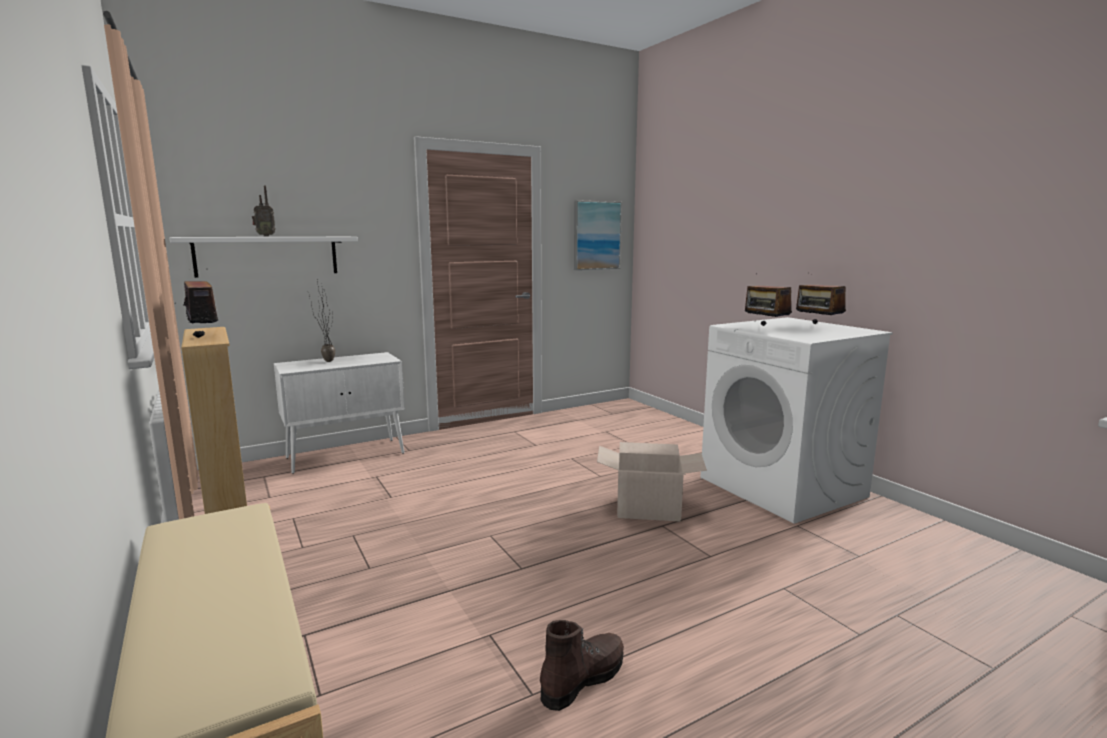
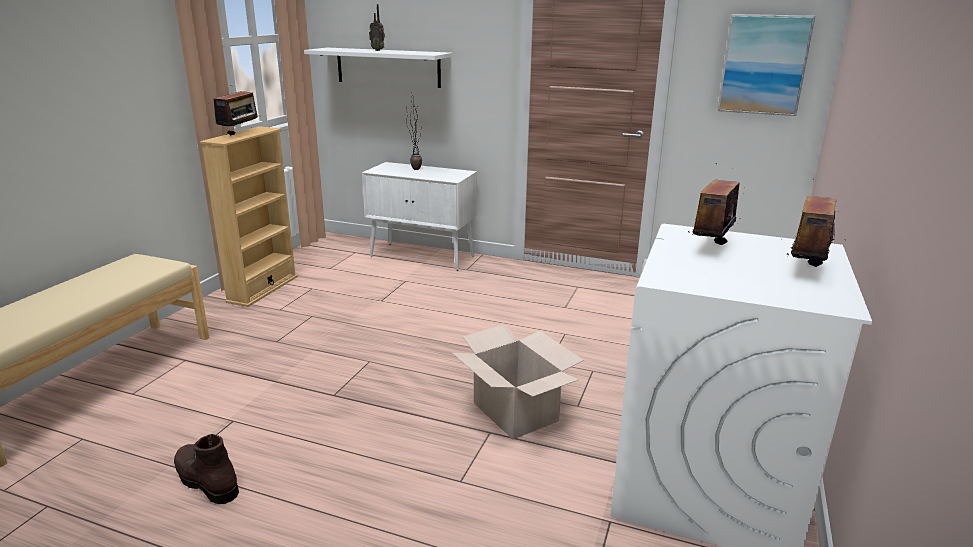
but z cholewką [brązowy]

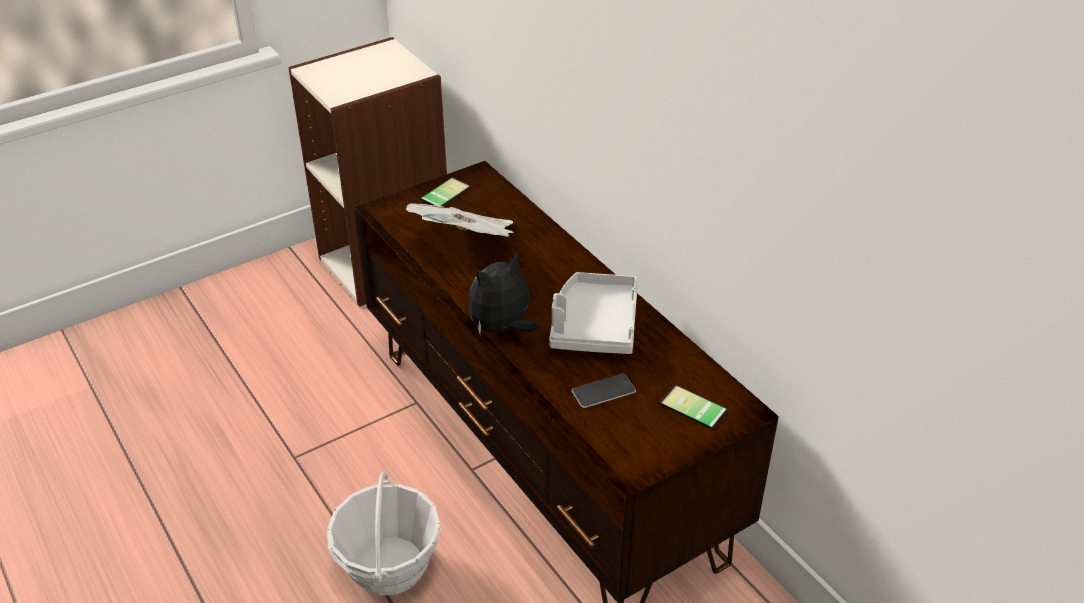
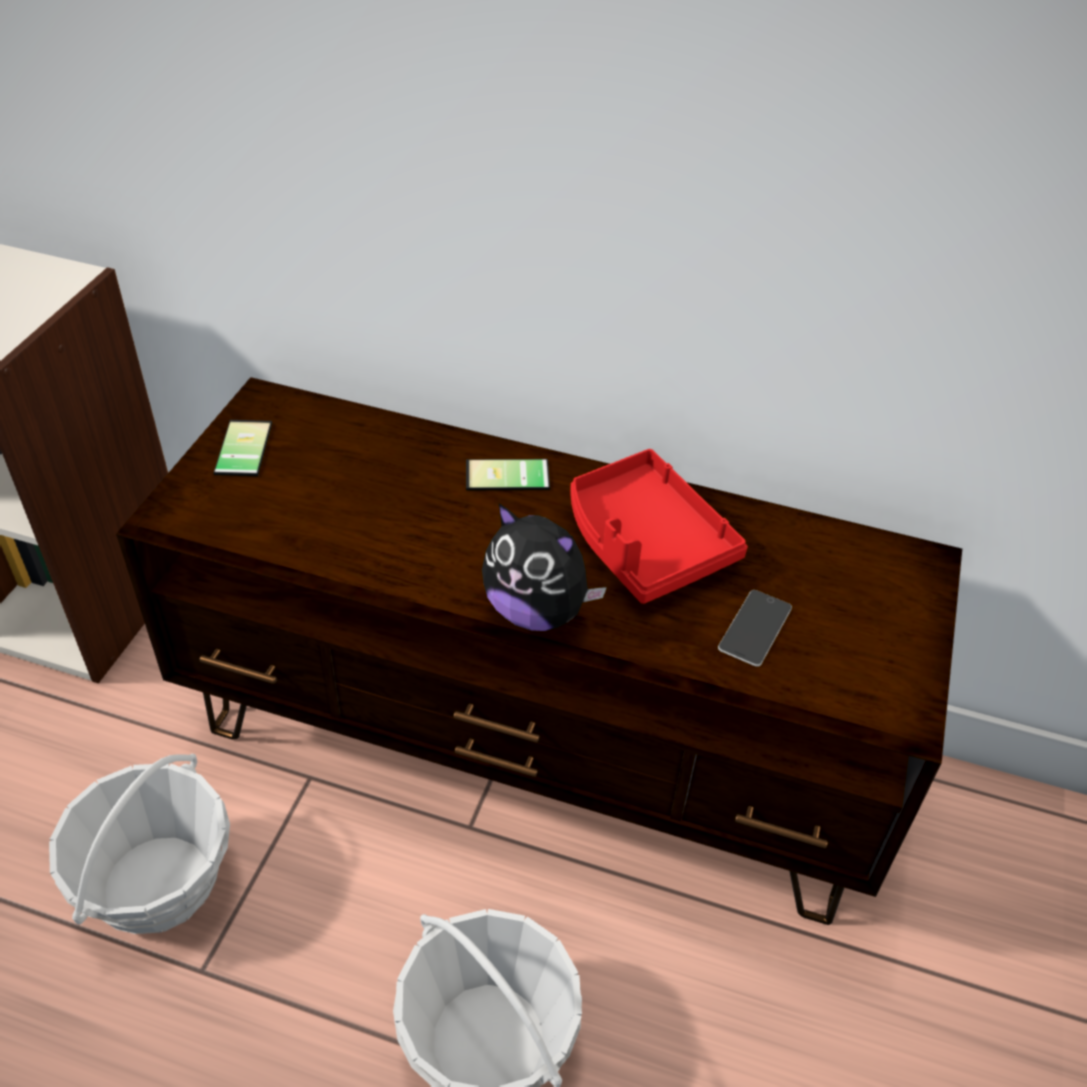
gazeta
pluszak
taca [czerwony]
telefon (no. 2 from left)
koszyk (no. 1 from left)

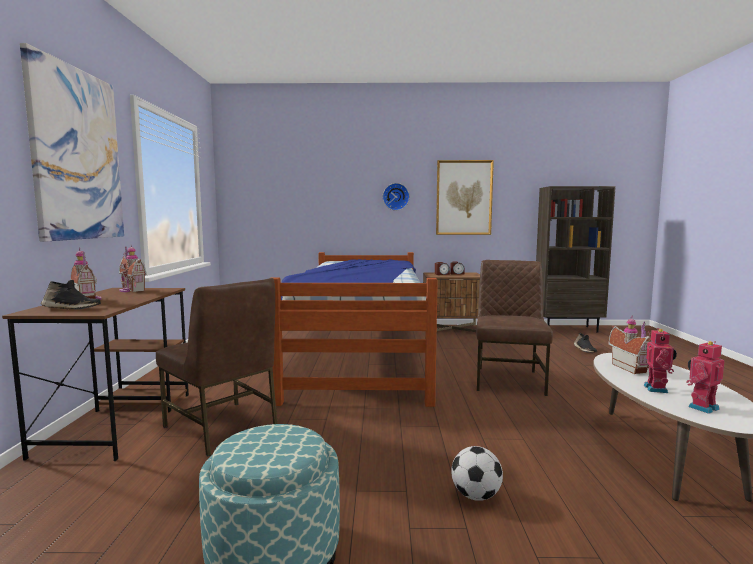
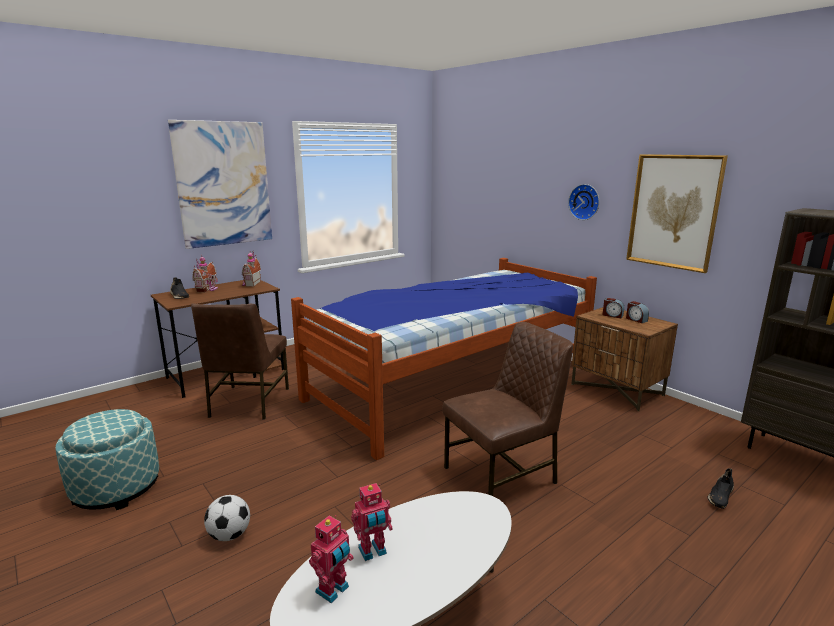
domek (no. 3 from left in the first image)
robot zabawkowy (no. 1 from left)

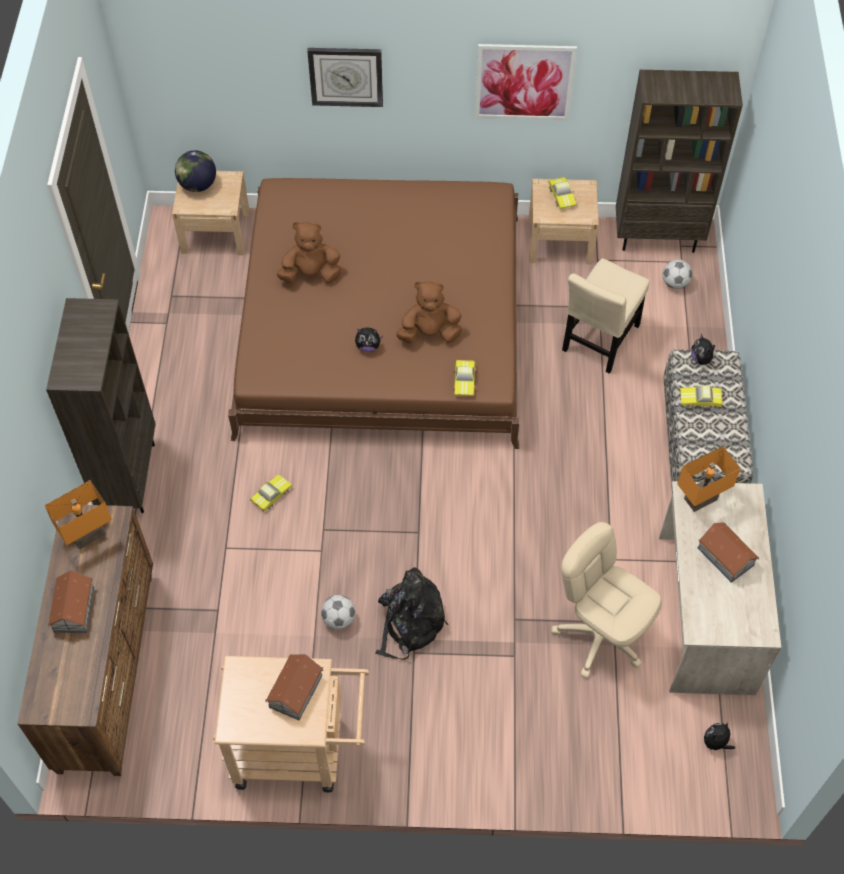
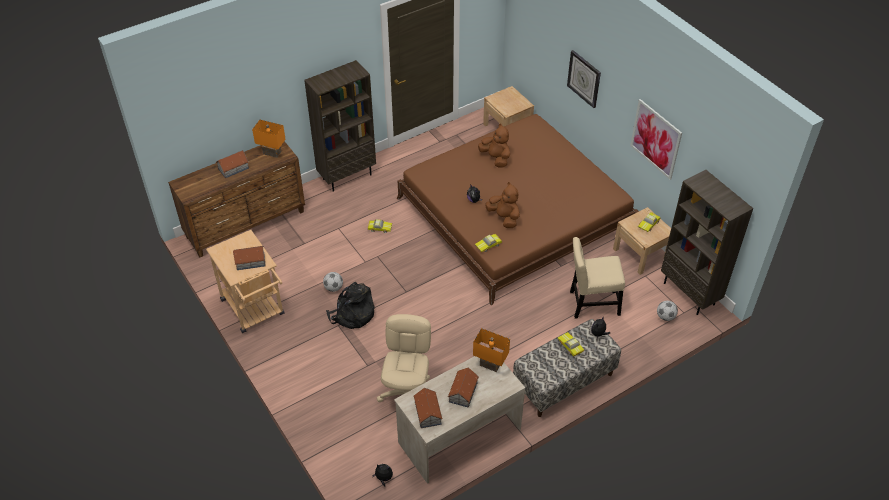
globus
domek (no. 3 from left)

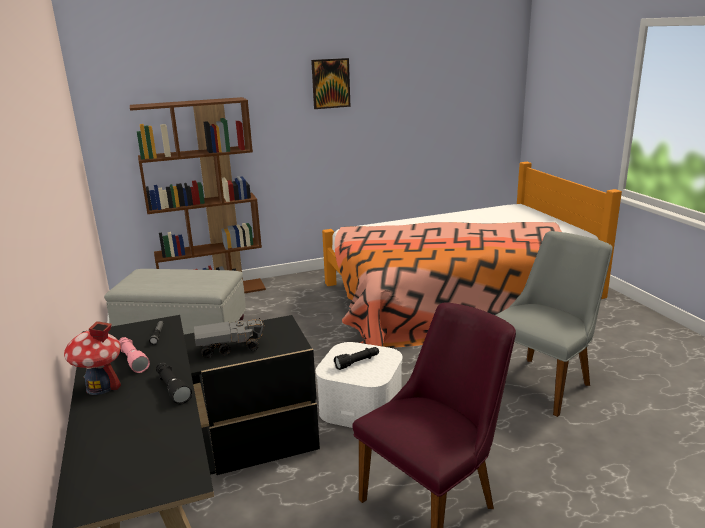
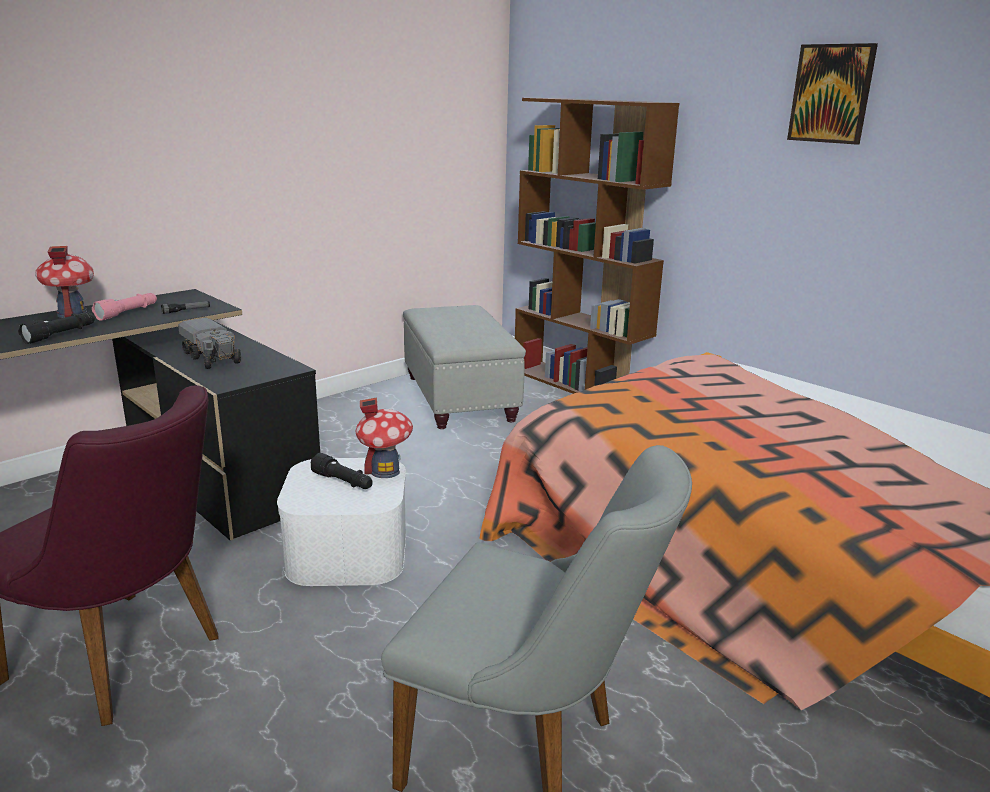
domek (no. 2 from left)

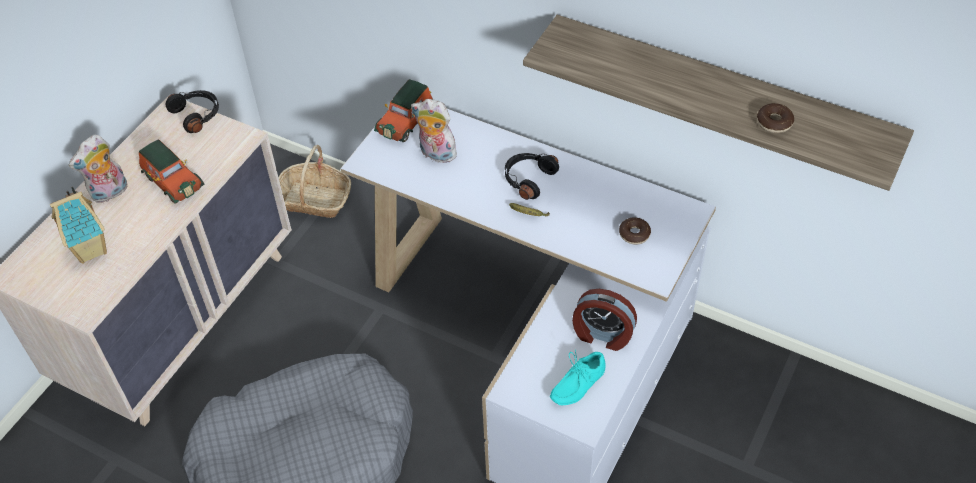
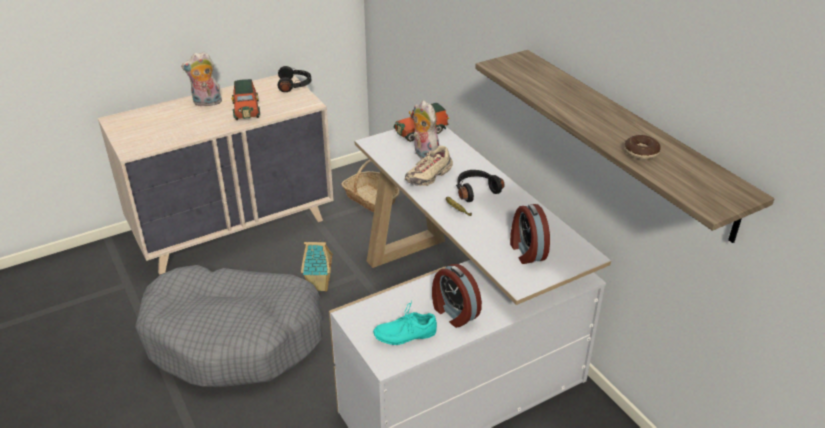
domek
budzik (no. 2 from left)
but [beżowy]

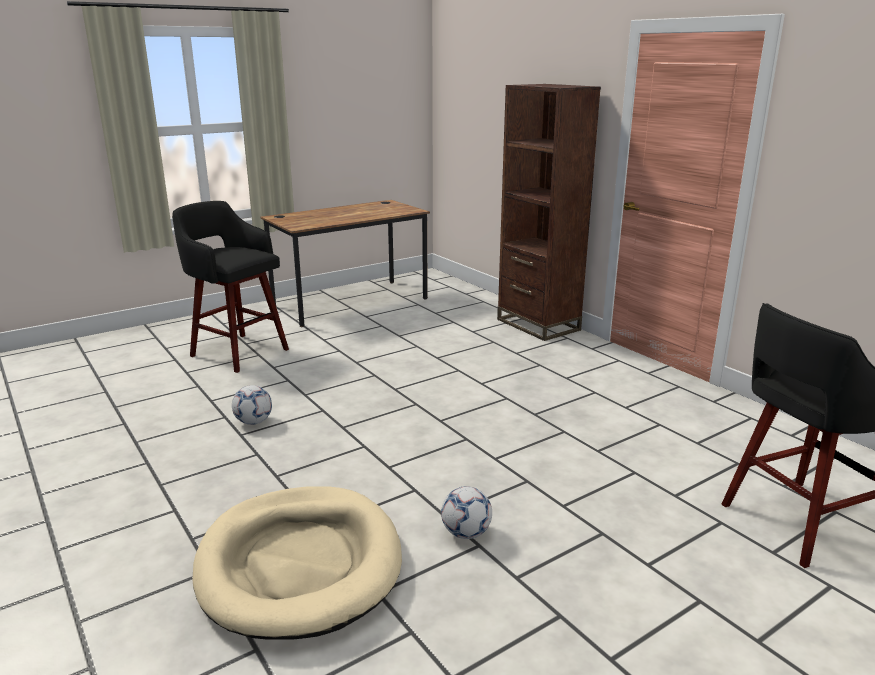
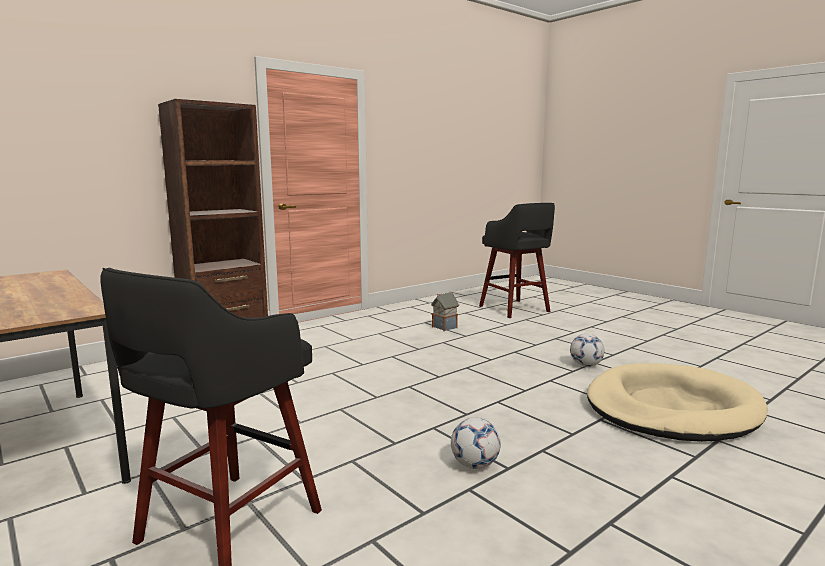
domek

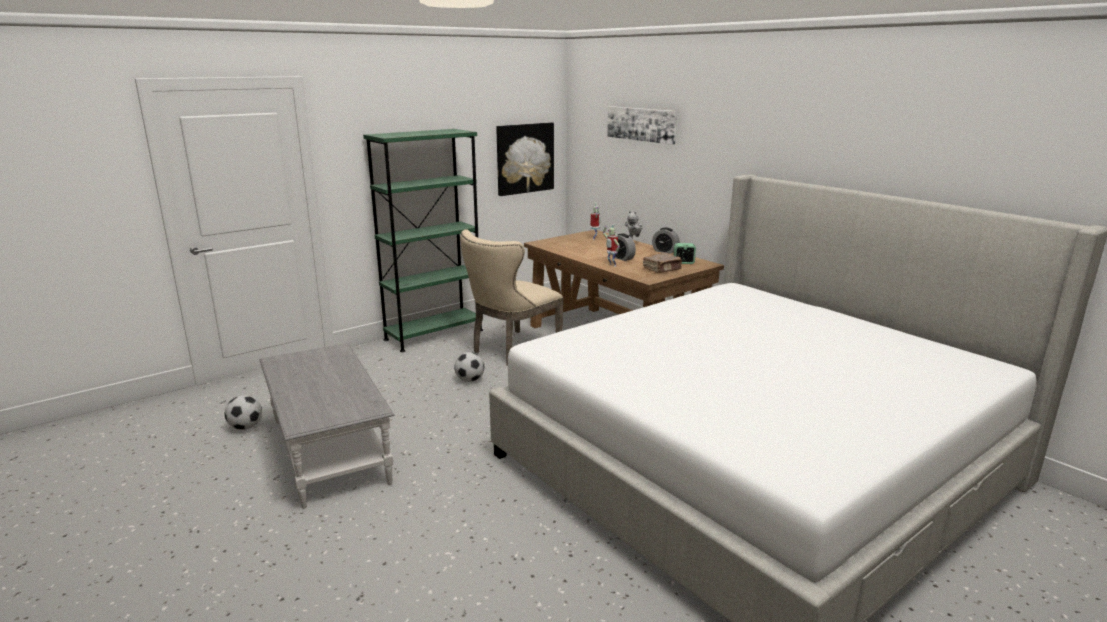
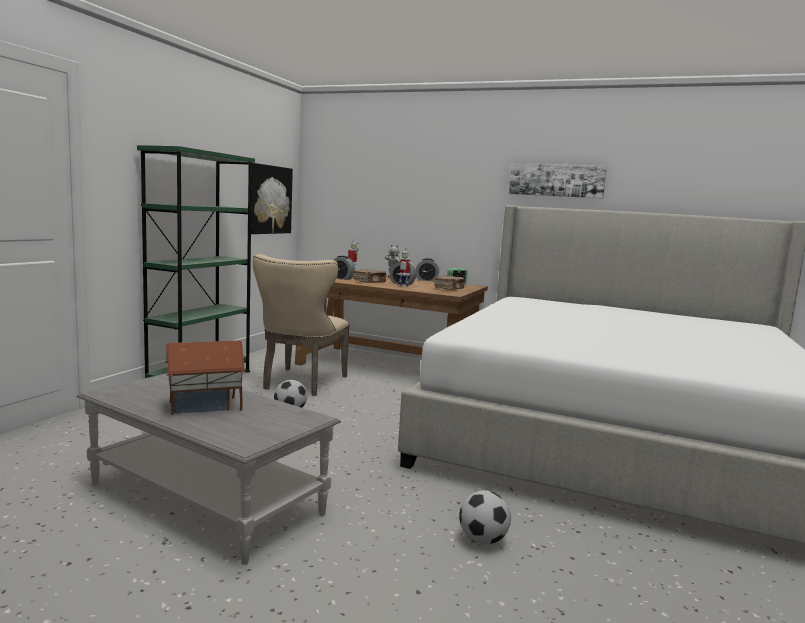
obraz (no. 2 from left)
piłka futbolowa (no. 2 from left)
budzik (no. 1 from left)
książka [brązowy] (no. 1 from left)
domek

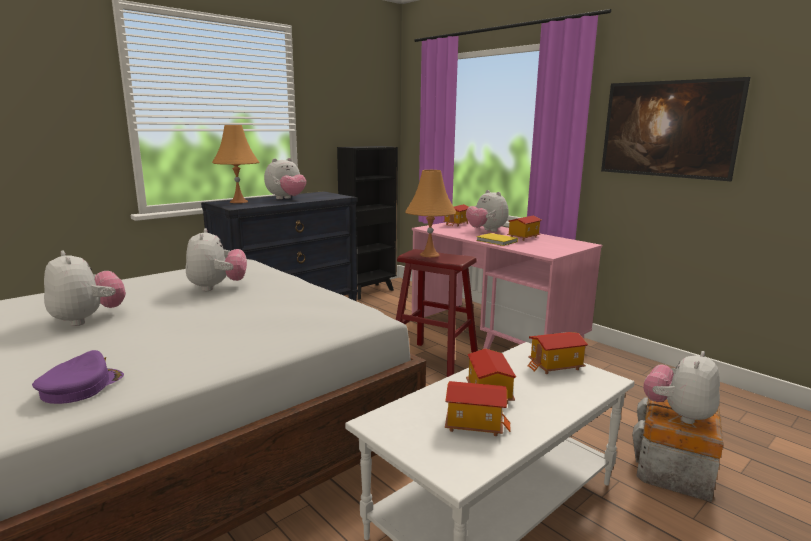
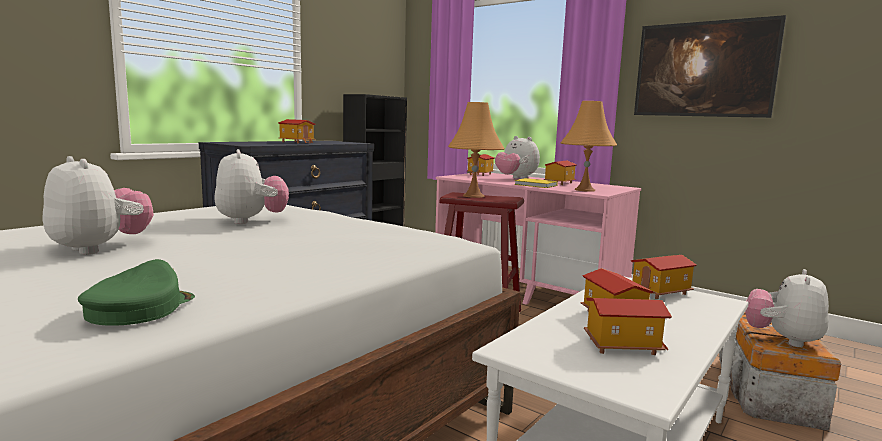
lampa stołowa [pomarańczowy] (no. 2 from left)
domek (no. 1 from left)
czapka z daszkiem [zielony]

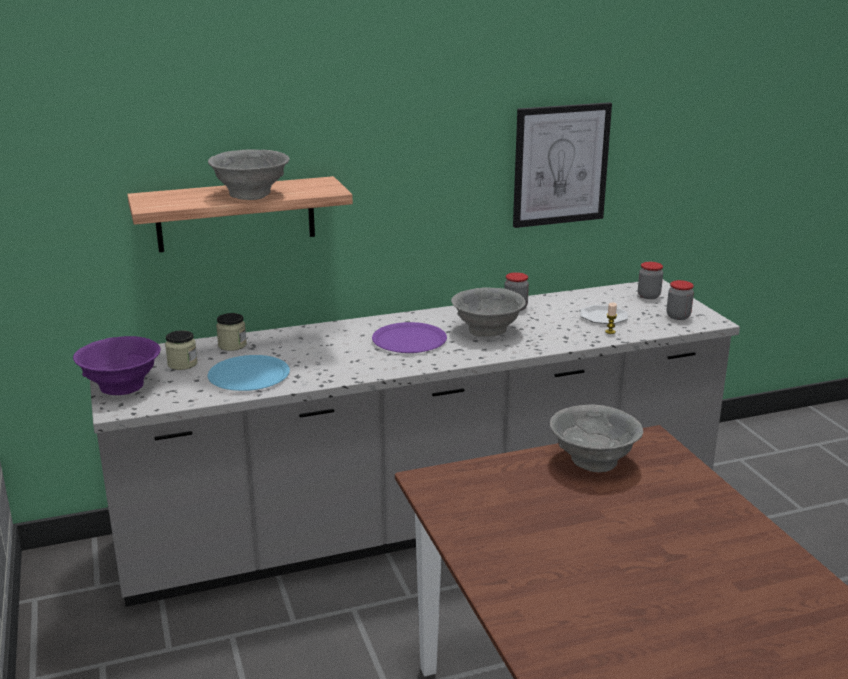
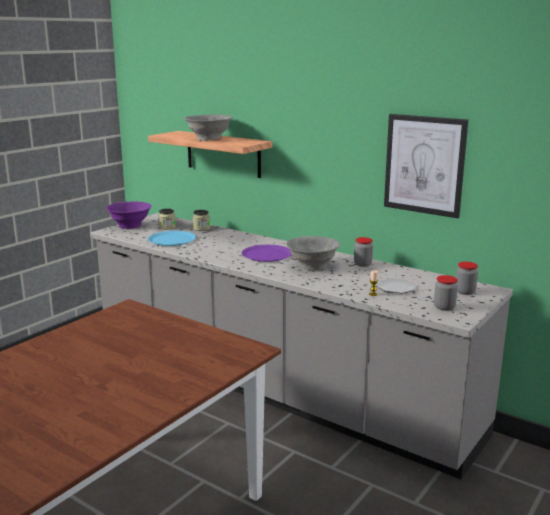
miska [szary] (no. 3 from left in the first image)

